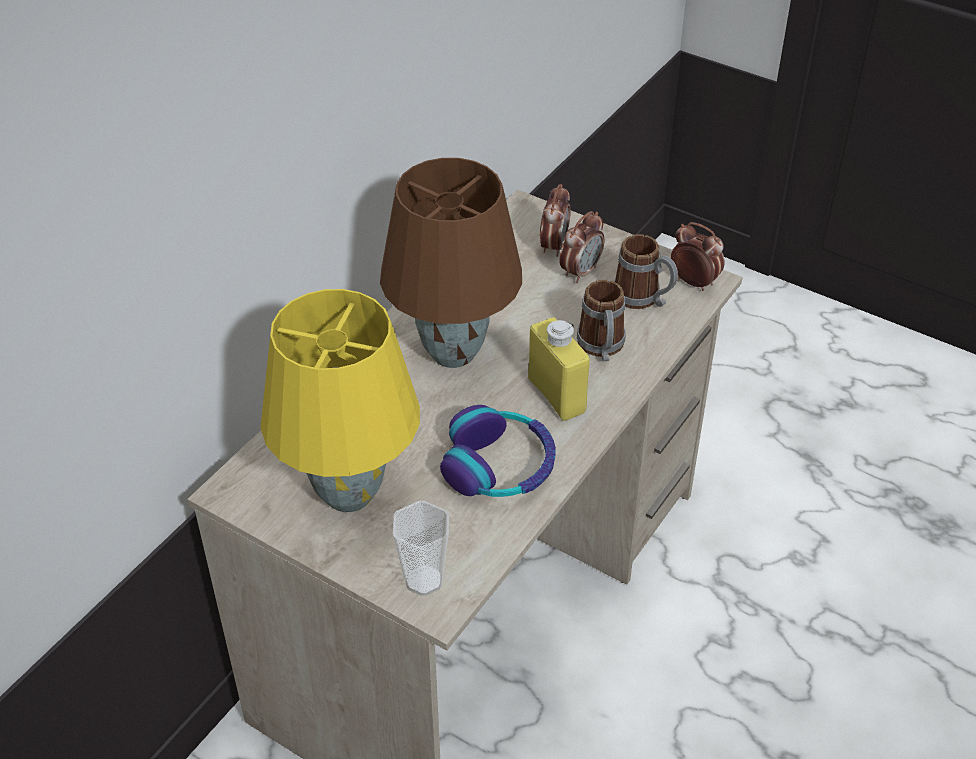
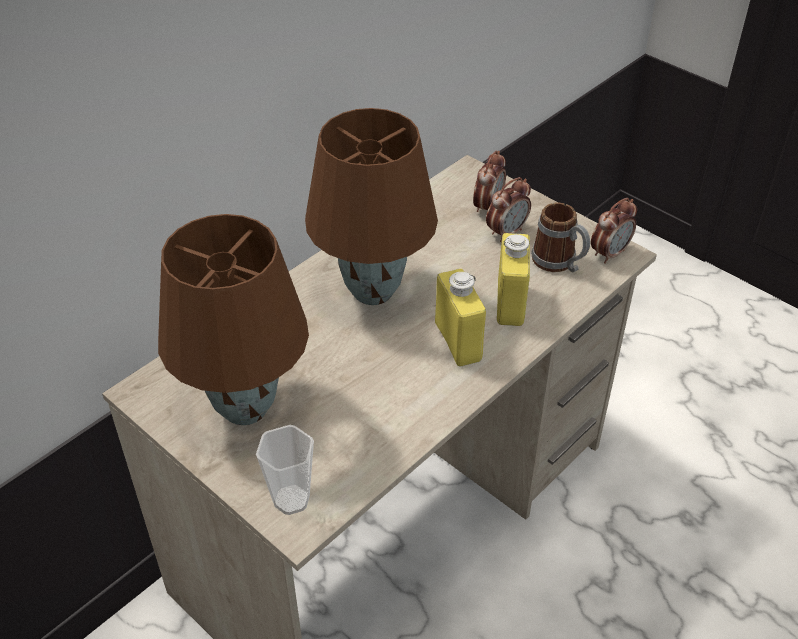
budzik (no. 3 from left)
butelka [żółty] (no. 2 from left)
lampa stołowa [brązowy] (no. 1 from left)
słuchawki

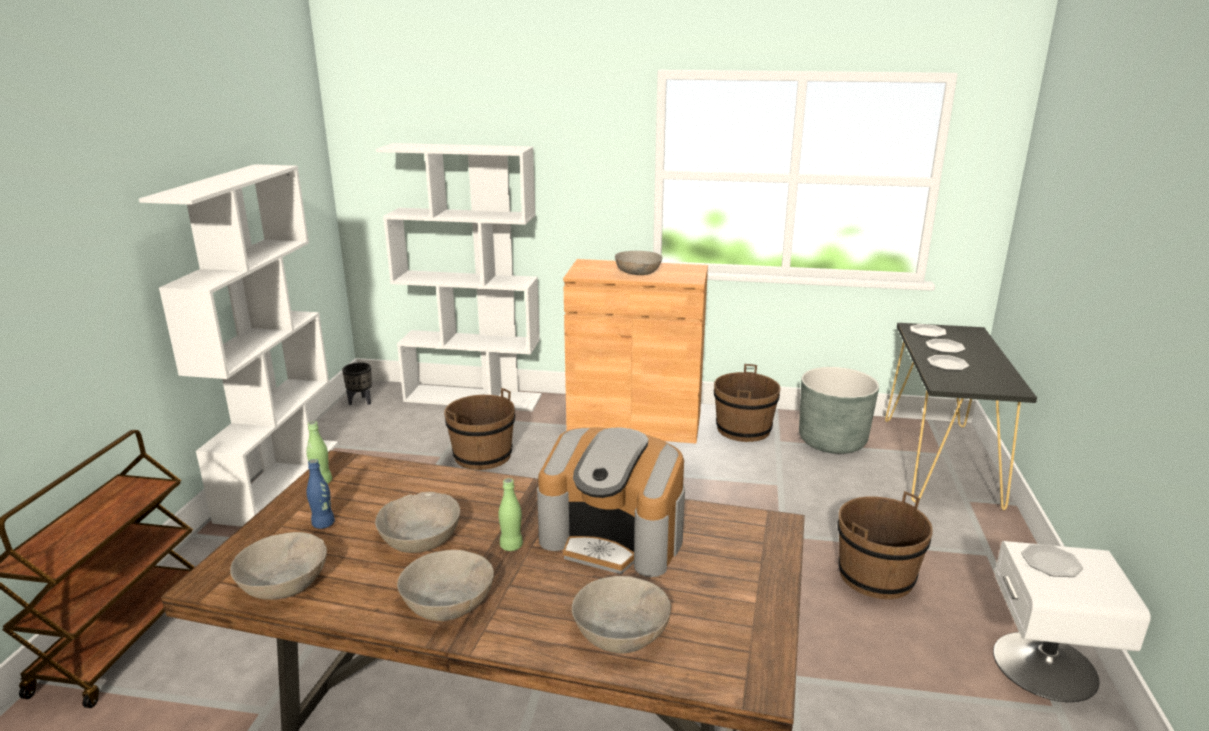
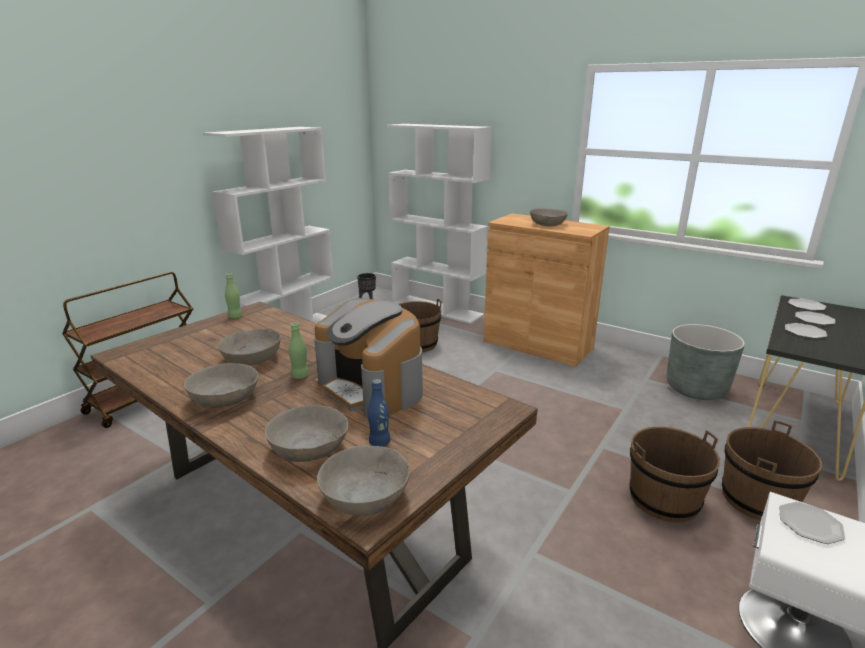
wiadro [brązowy] (no. 3 from left)
butelka [niebieski]
miska [szary] (no. 4 from left)

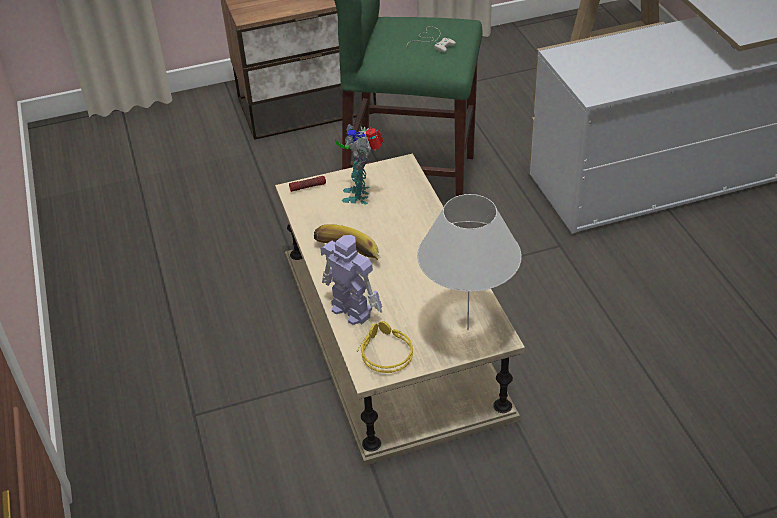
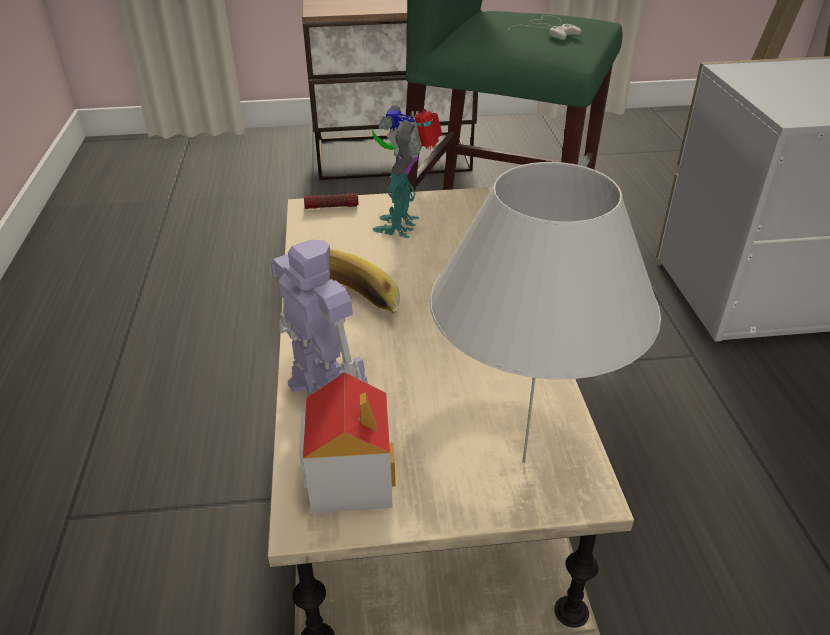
domek

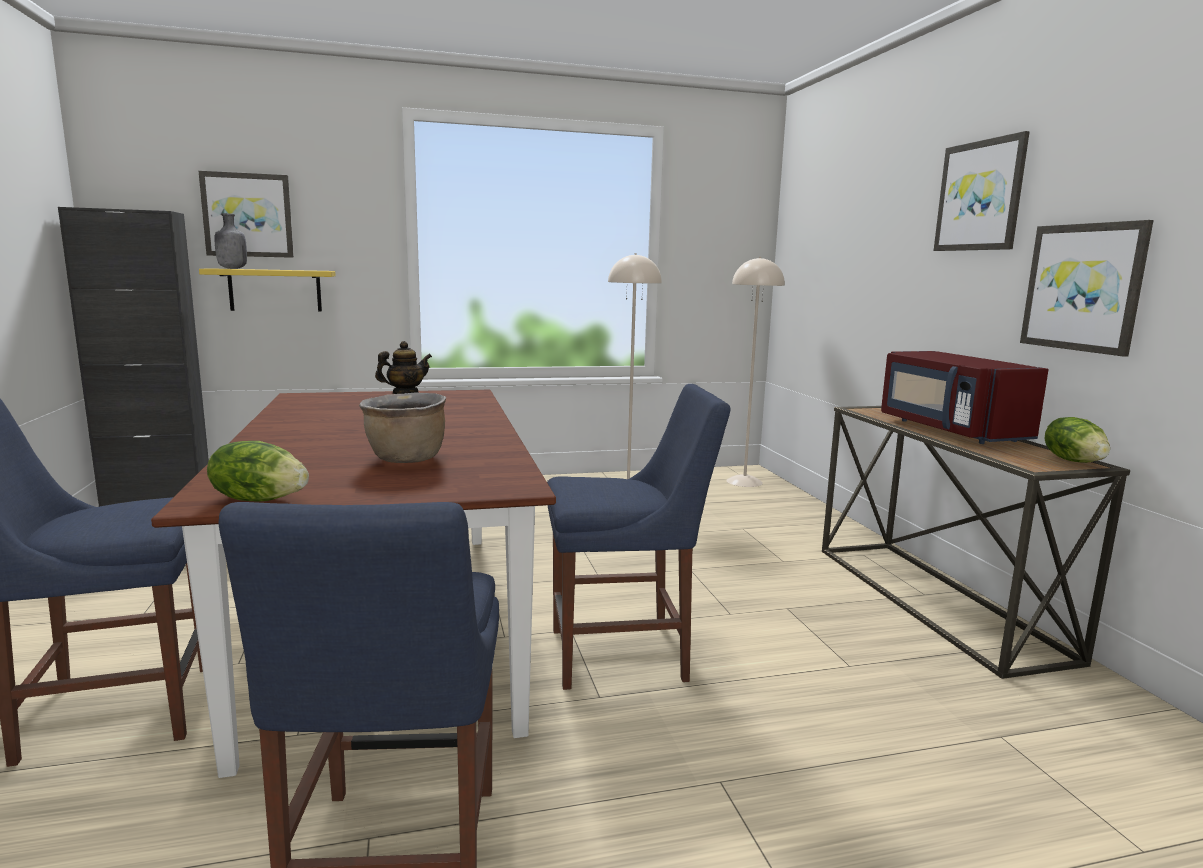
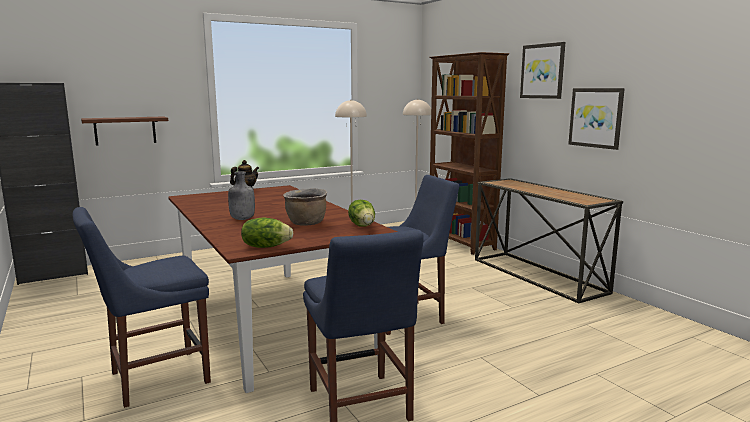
obraz (no. 1 from left in the first image)
butelka [szary]
półka [brązowy]
mikrofalówka [czerwony]
sałata (no. 2 from left)
regał [brązowy]

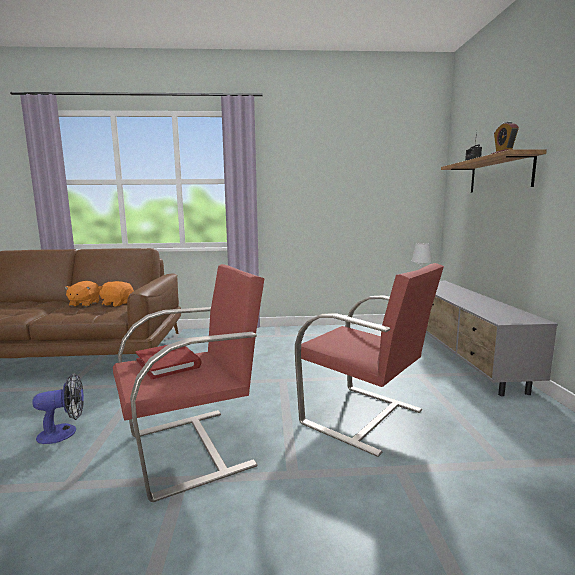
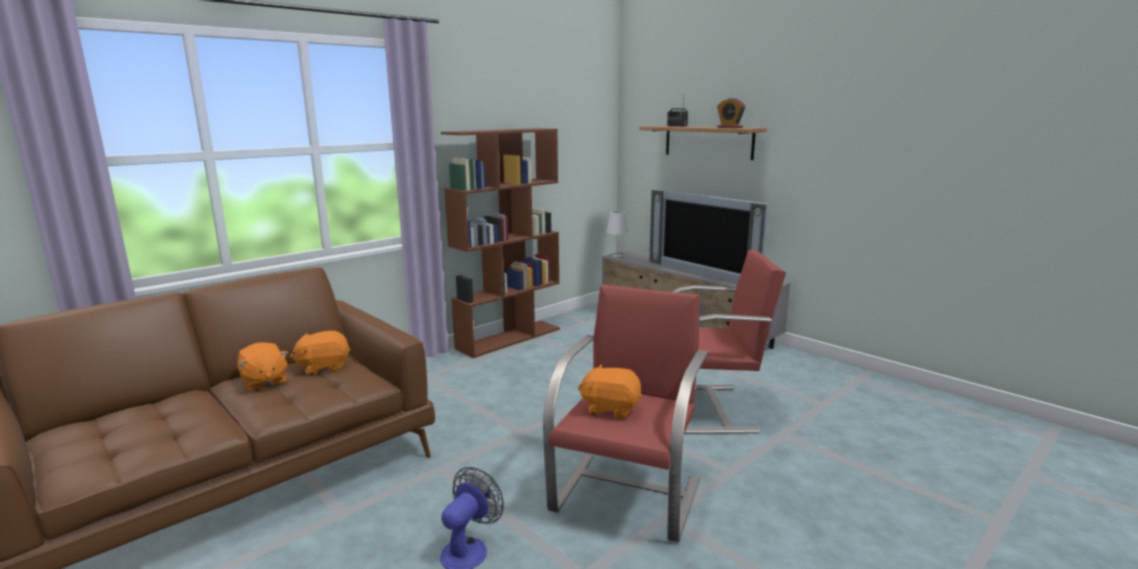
pluszak [pomarańczowy] (no. 3 from left)
regał [brązowy]
telewizor

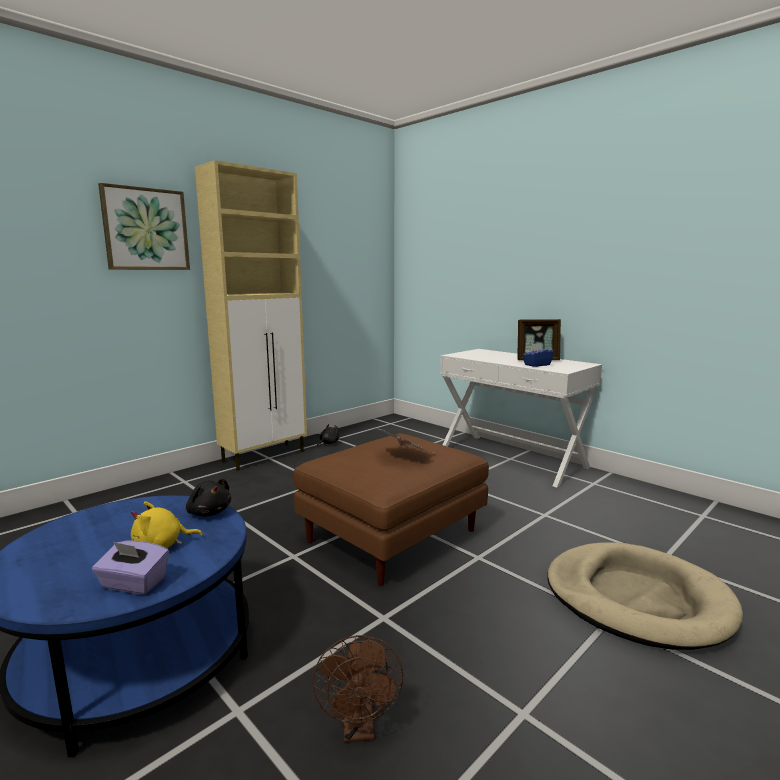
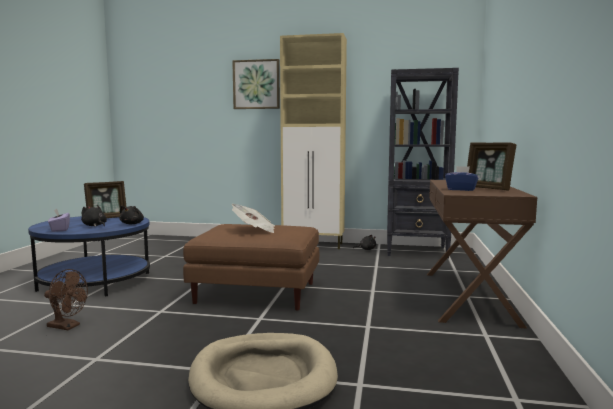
stolik konsolowy [brązowy]
pluszak [czarny] (no. 1 from left)
wentylator [brązowy]
regał [czarny]
ramka na zdjęcie (no. 1 from left)

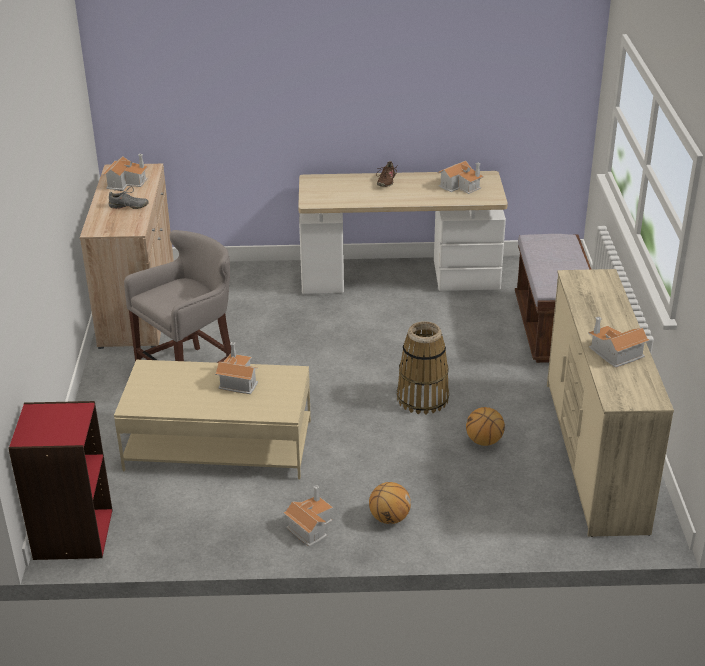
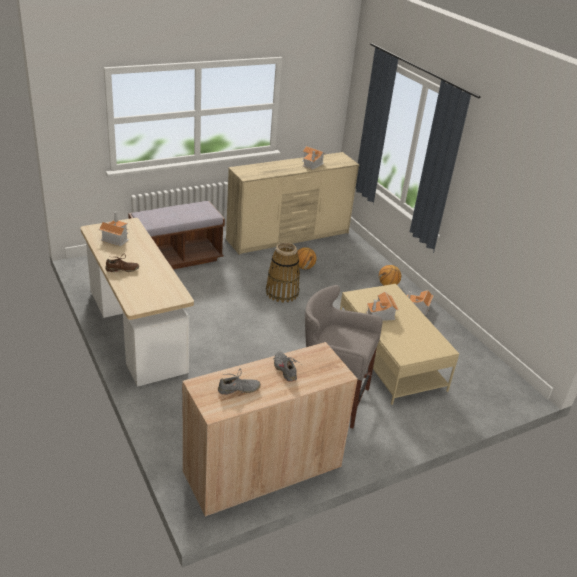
but [szary] (no. 1 from left)
regał [czerwony]

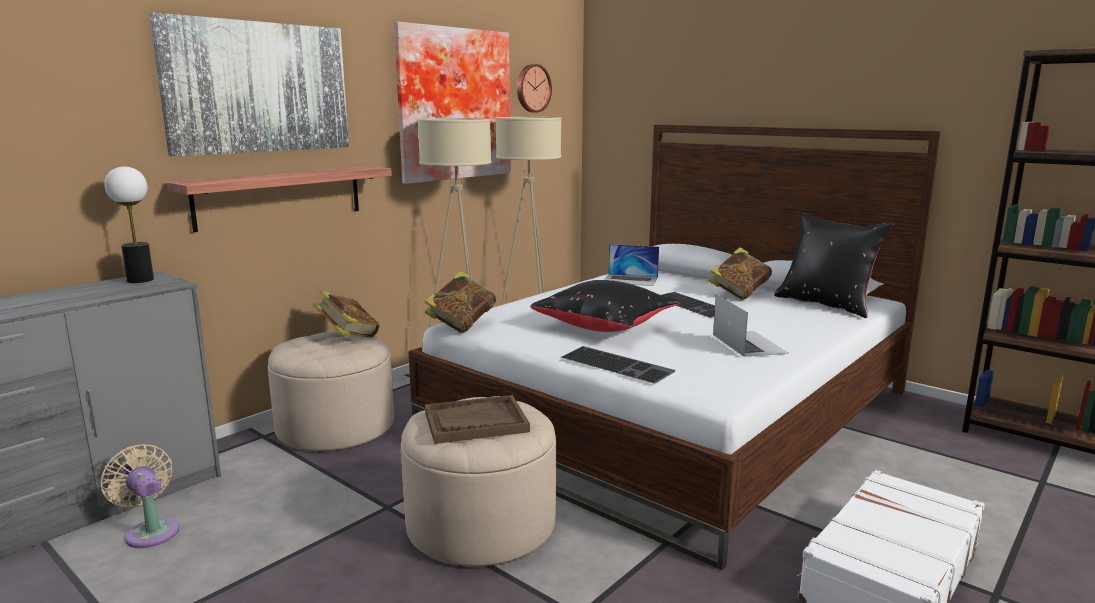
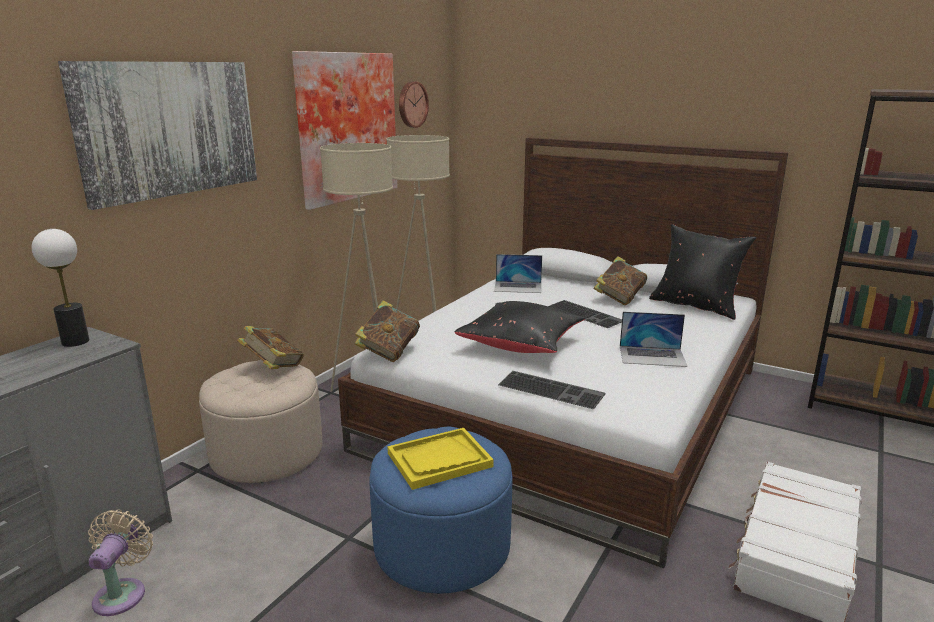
półka
laptop (no. 2 from left)
taca [żółty]
pufa [niebieski]
wentylator [beżowy]

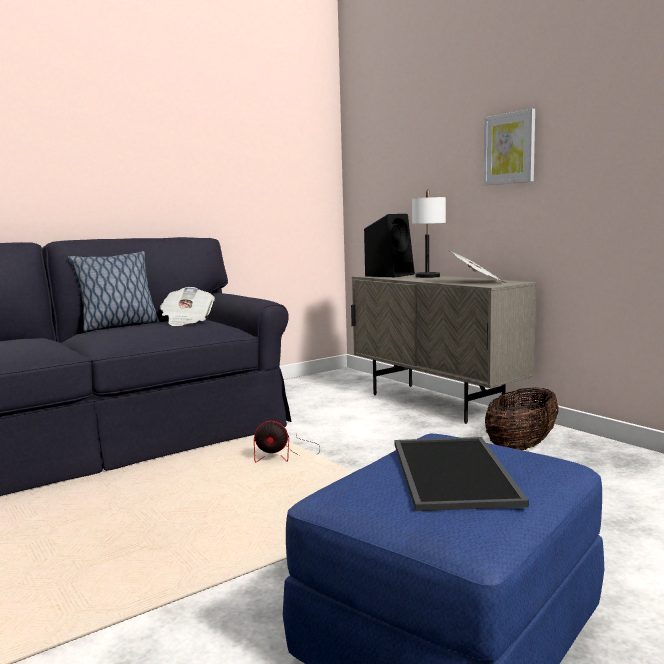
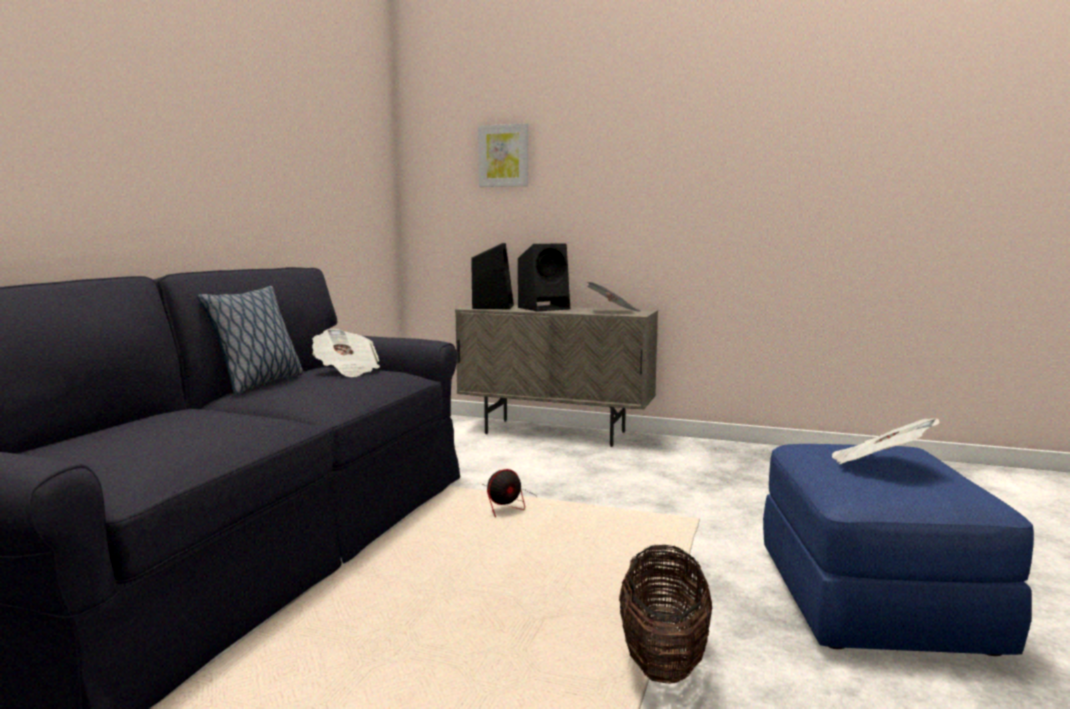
obraz
głośnik [czarny] (no. 2 from left)
koszyk
gazeta (no. 3 from left)

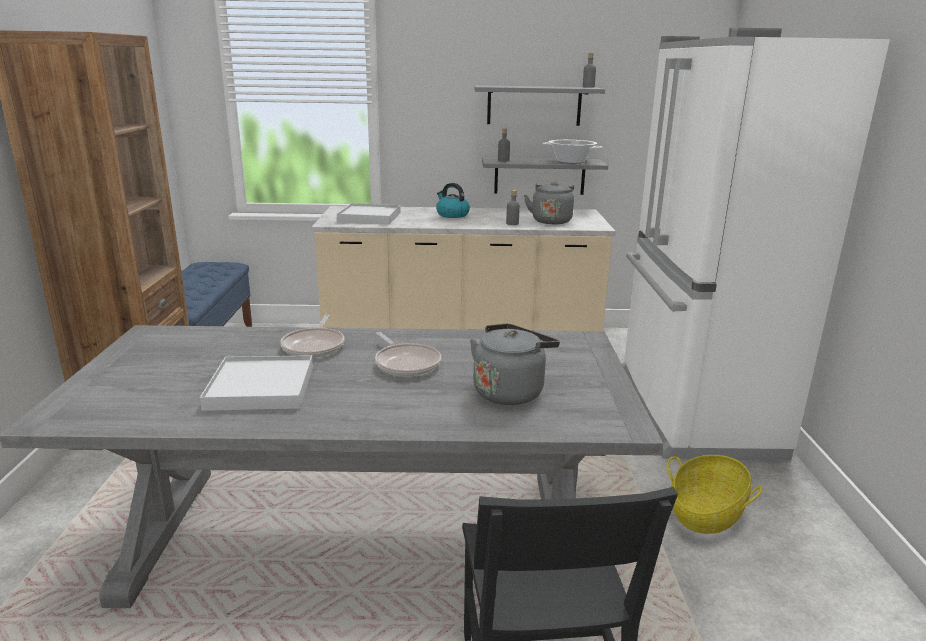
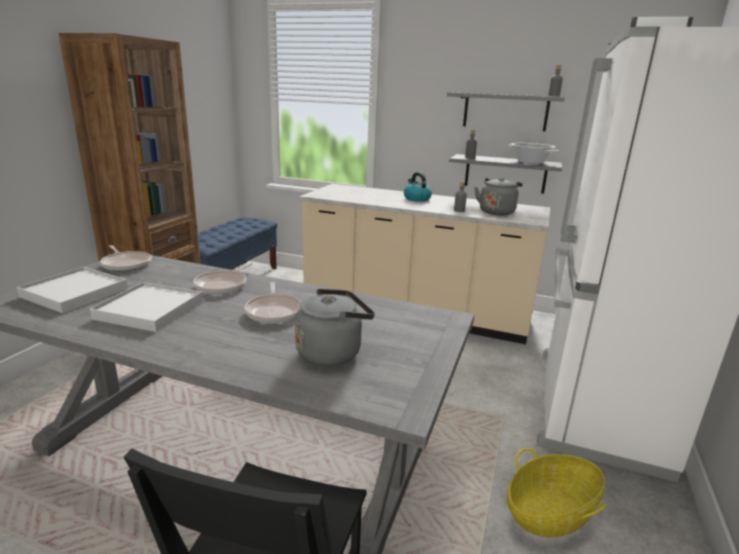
taca [biały] (no. 1 from left)
patelnia (no. 1 from left)

